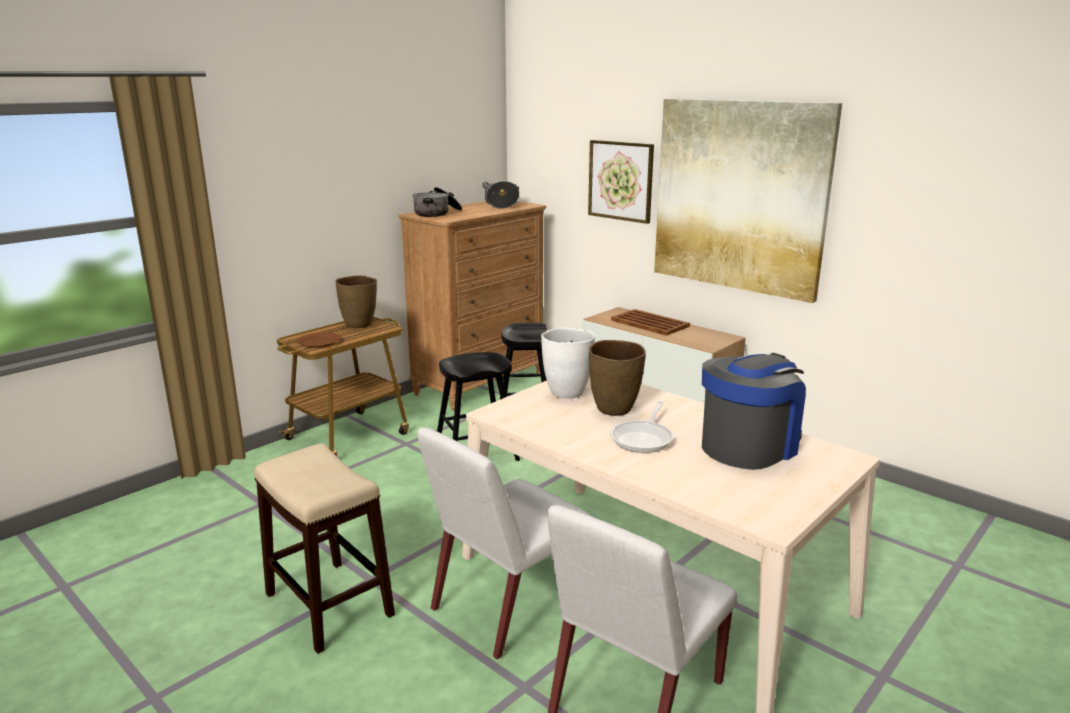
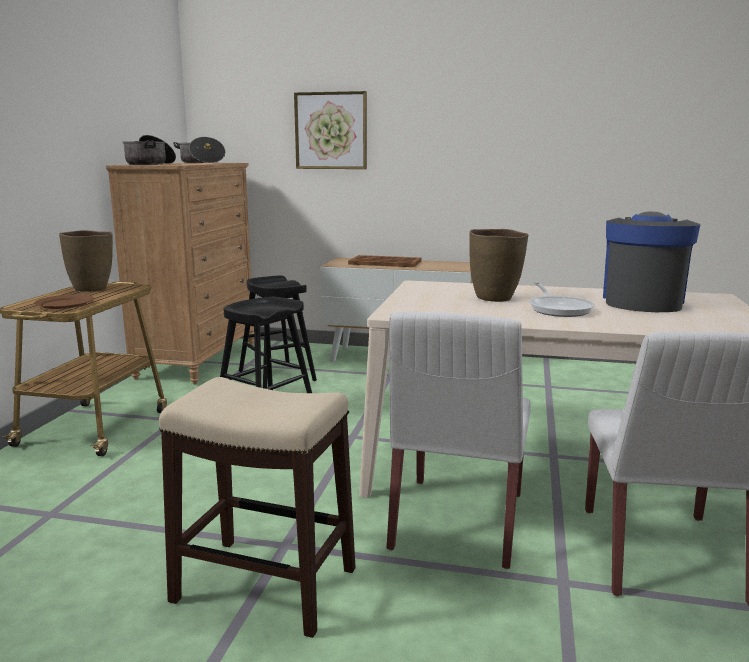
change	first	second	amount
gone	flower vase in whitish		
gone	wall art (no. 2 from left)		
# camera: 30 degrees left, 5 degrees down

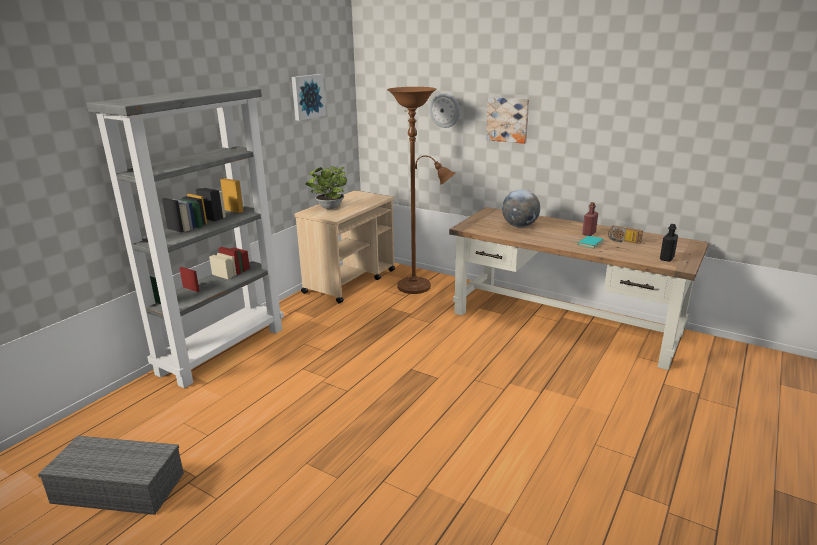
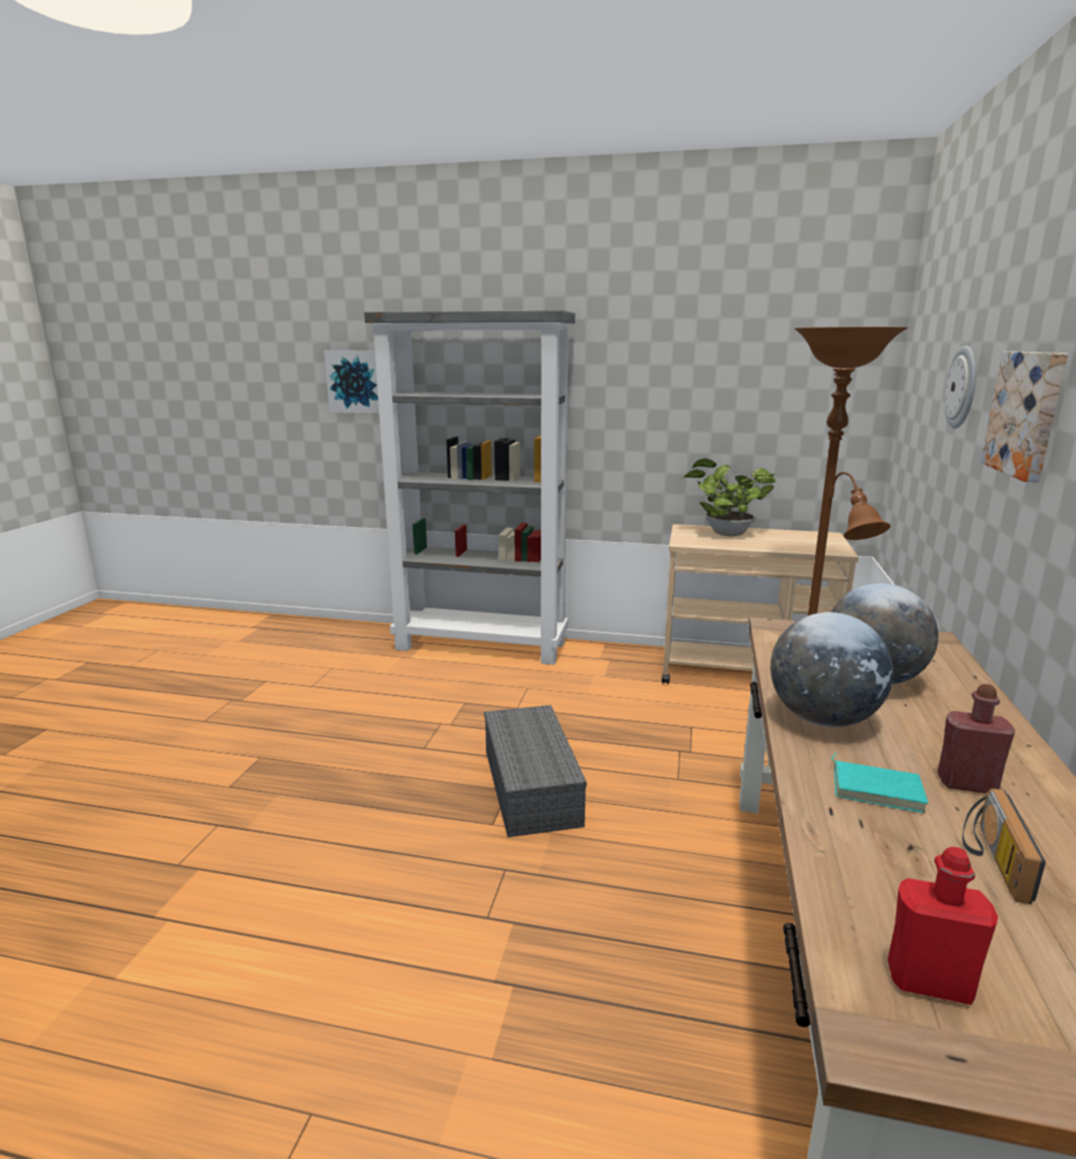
change	first	second	amount
shifted	storage container in greyish		
shifted	wall art (no. 1 from left)		
repainted	bottle in black	bottle in red (no. 1 from left)	
new		desk globe (no. 1 from left)	
# camera: 70 degrees right, 5 degrees down

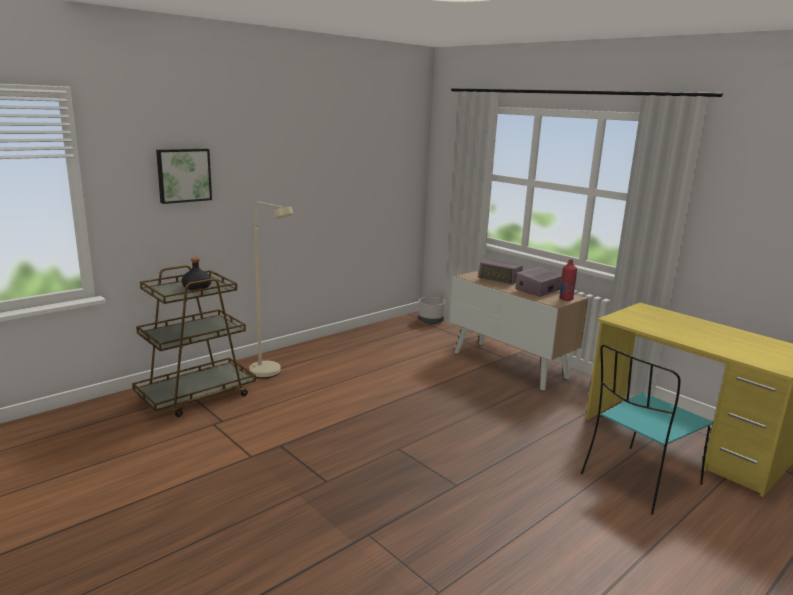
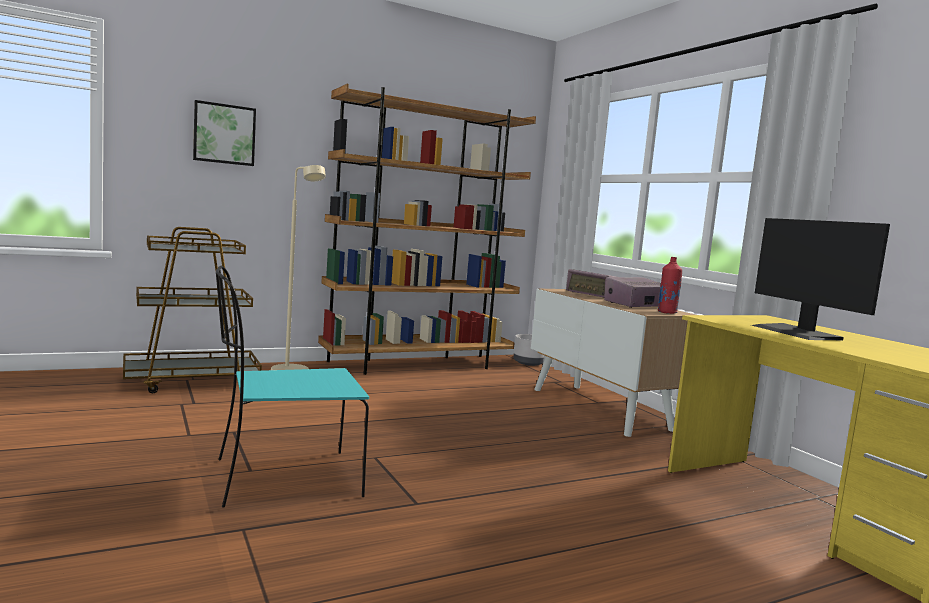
change	first	second	amount
gone	bottle in black		
shifted	chair in turquoise		
new		shelving unit in brown	
new		computer display	
# camera: 15 degrees right, 10 degrees down

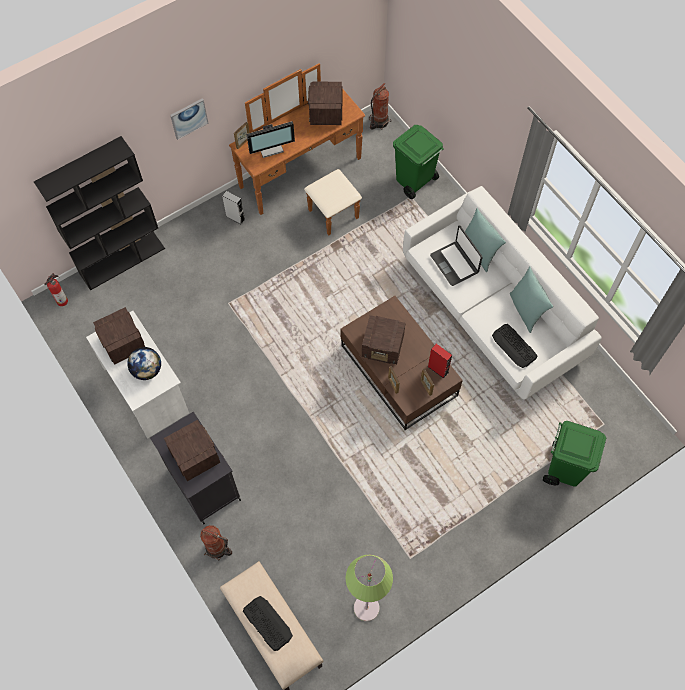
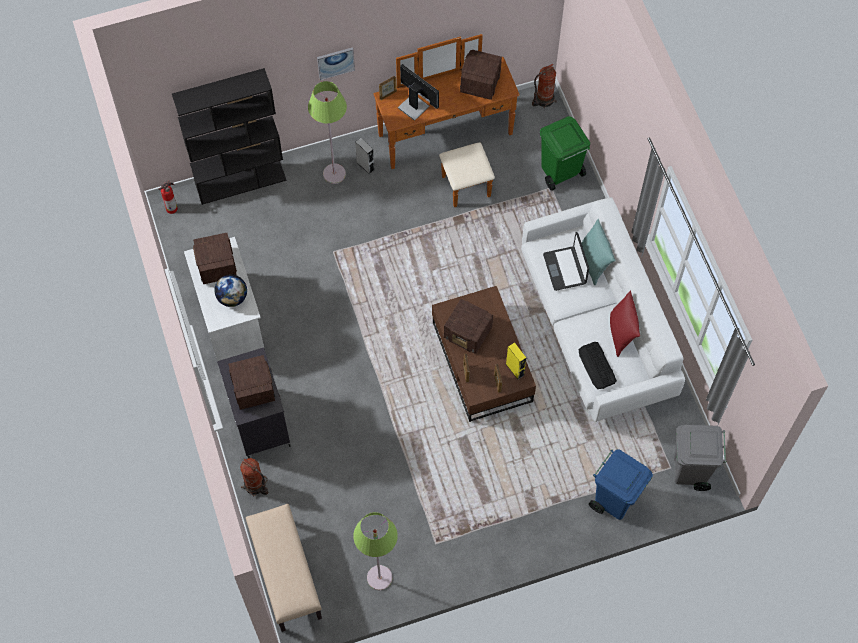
change	first	second	amount
gone	keyboard (no. 1 from left)		
rotated	computer display		135 degrees counterclockwise
repainted	speaker in red	speaker in yellow	
repainted	cushion in turquoise (no. 2 from left)	cushion in red	
repainted	rubbish bin in greenish (no. 2 from left)	rubbish bin in blue-coloured	
new		standard lamp in greenish (no. 1 from left)	
new		rubbish bin in greyish	
# camera: 15 degrees right, 0 degrees up

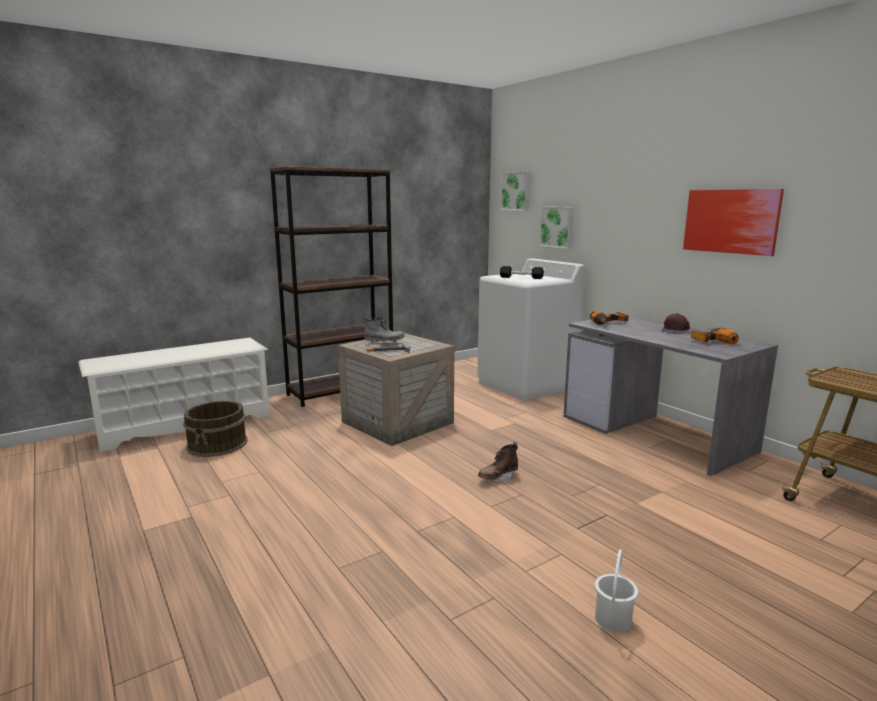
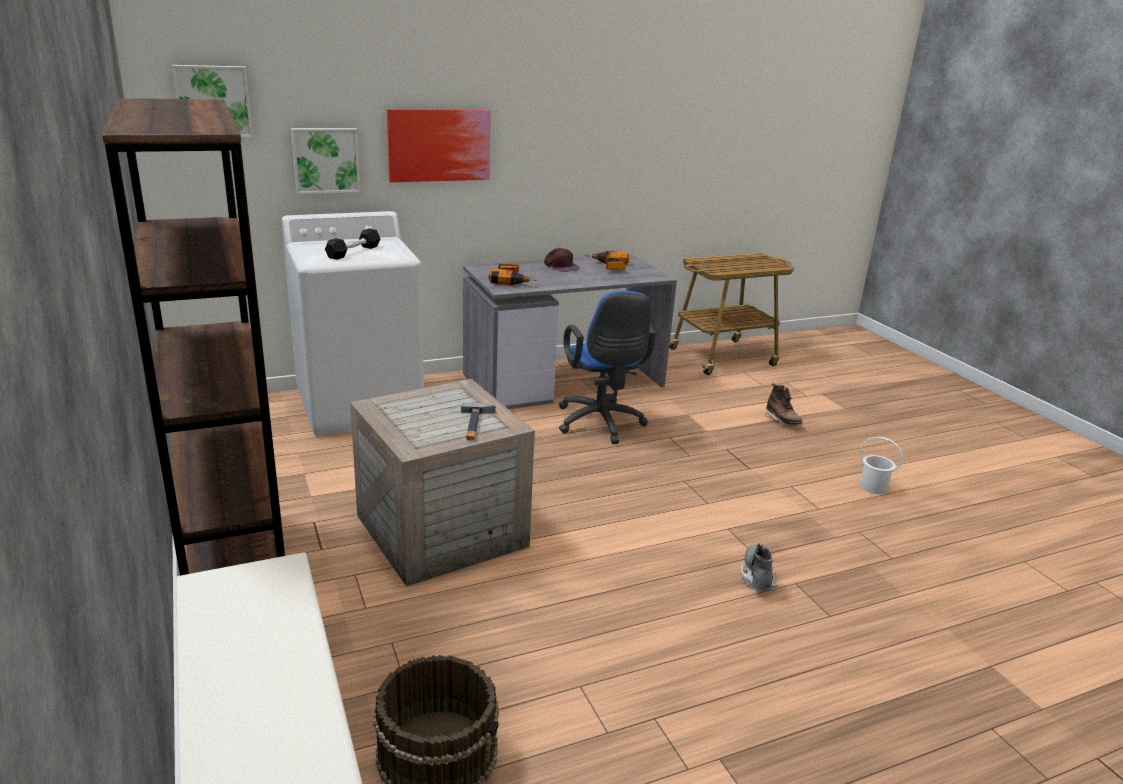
change	first	second	amount
shifted	tall boot in greyish		
shifted	tall boot in brown		
shifted	wall art (no. 3 from left)		
new		computer chair in blue-coloured	
# camera: 80 degrees left, 10 degrees up

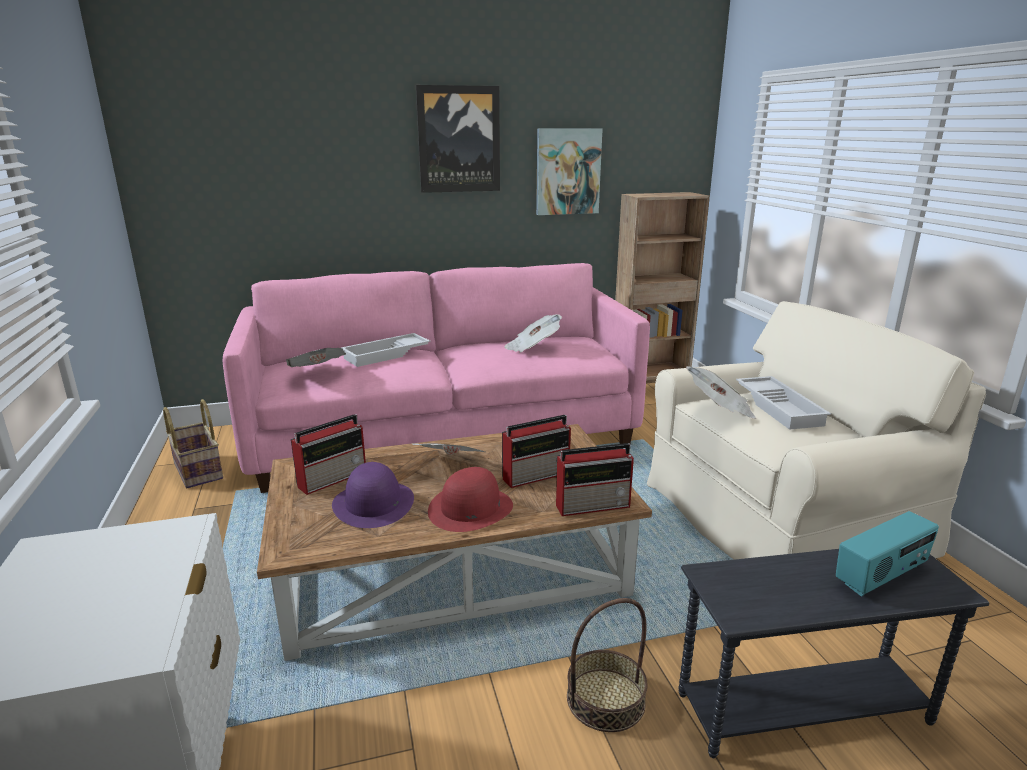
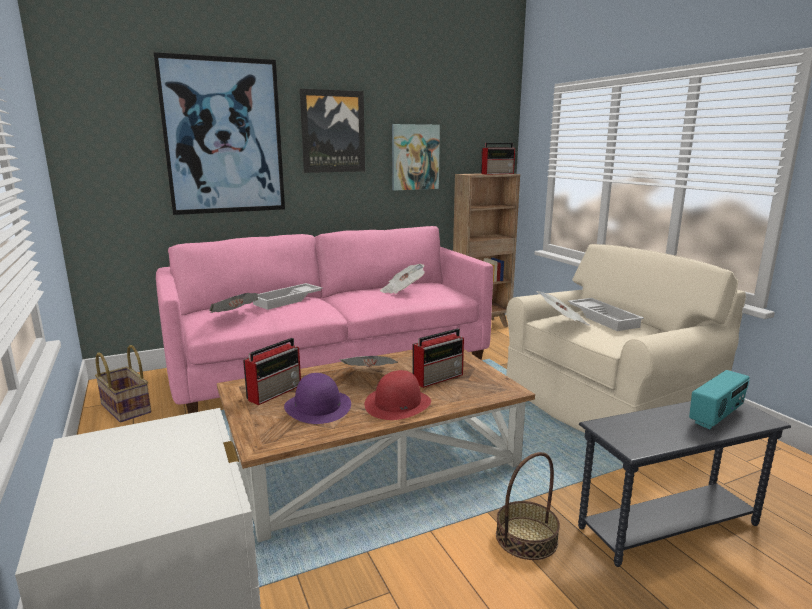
change	first	second	amount
shifted	radio (no. 3 from left)		
new		wall art (no. 1 from left)	
# camera: 10 degrees left, 5 degrees down

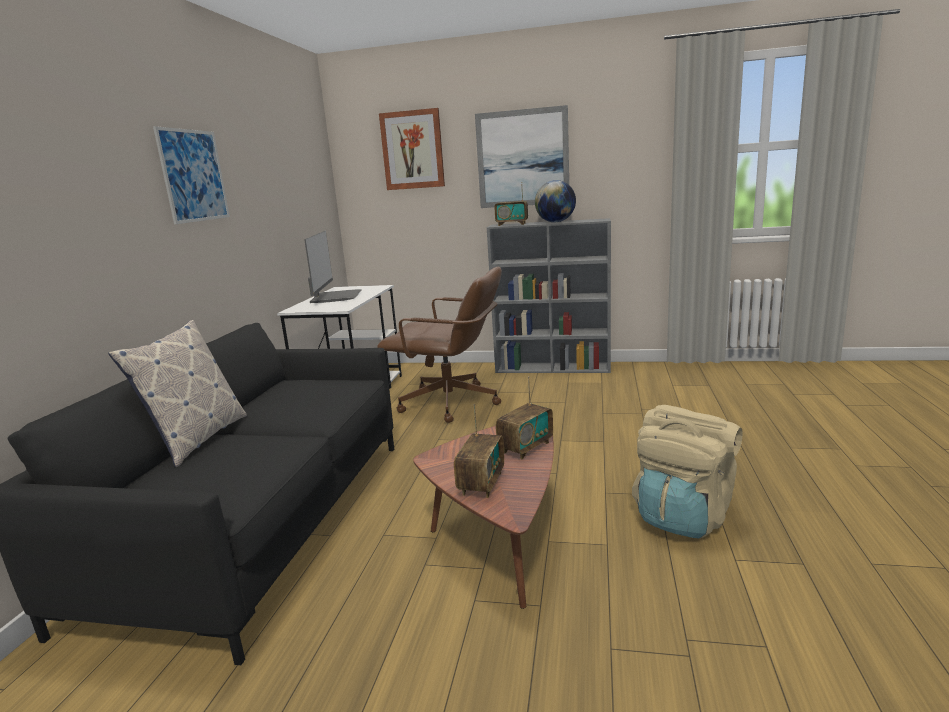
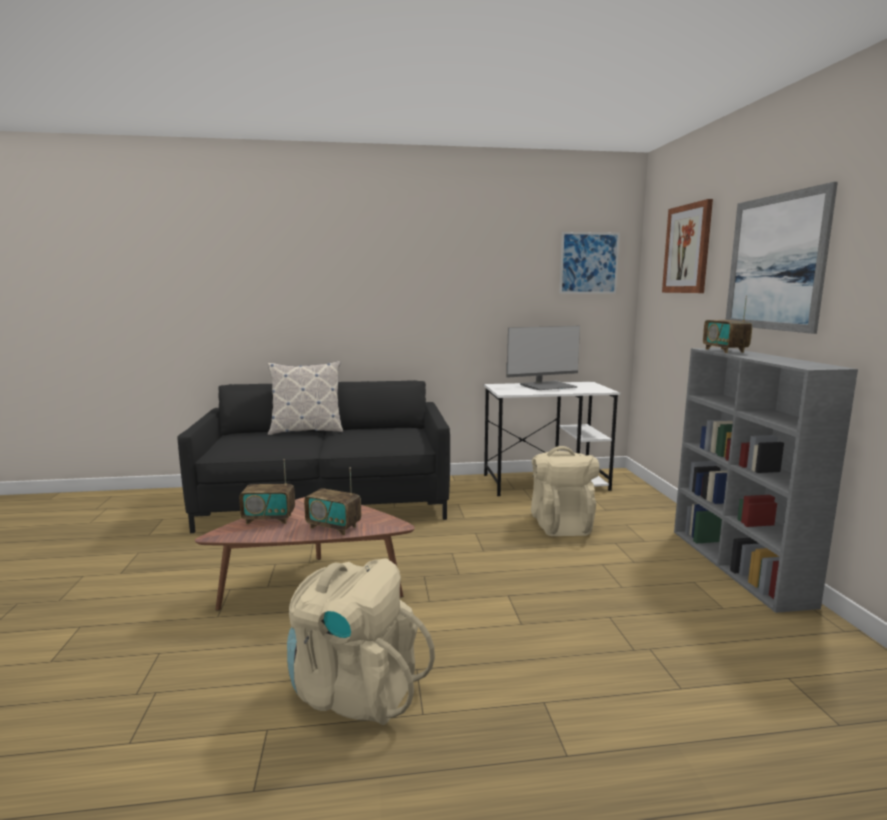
change	first	second	amount
shifted	wall art (no. 1 from left)		
swapped	computer chair in brown	backpack in sand-coloured (no. 2 from left)	
gone	desk globe		
# camera: 70 degrees right, 5 degrees down

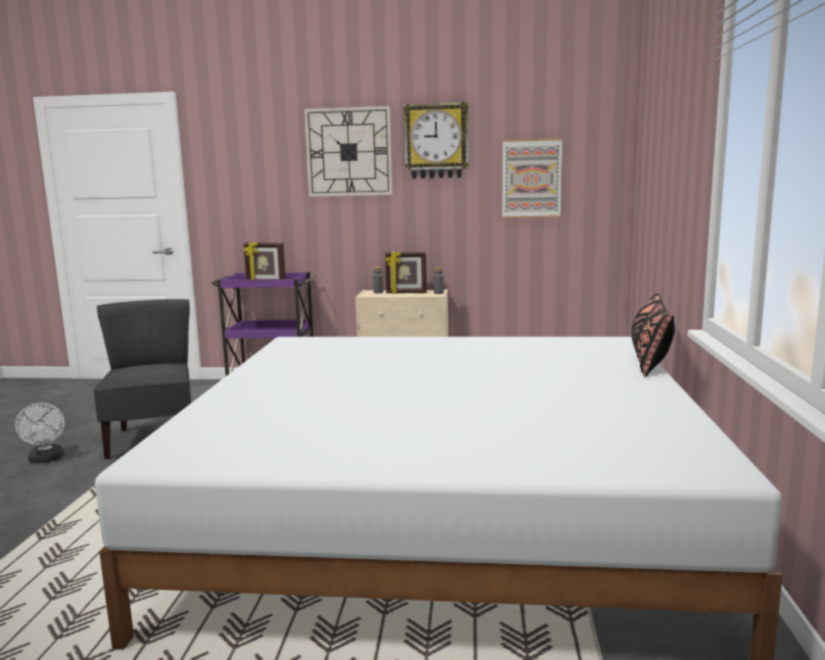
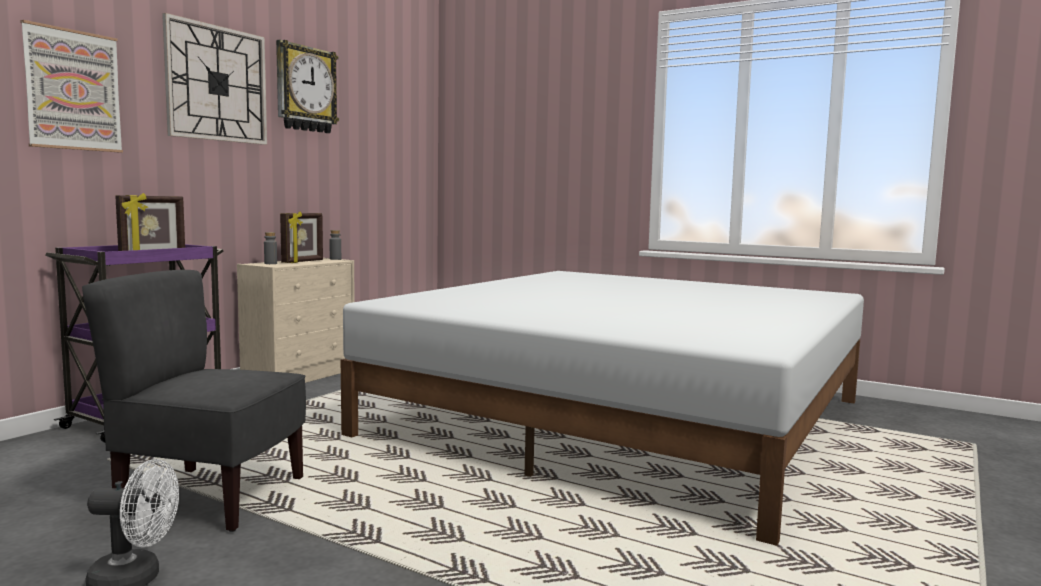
change	first	second	amount
shifted	wall art		
gone	cushion in black		
# camera: 65 degrees left, 5 degrees down

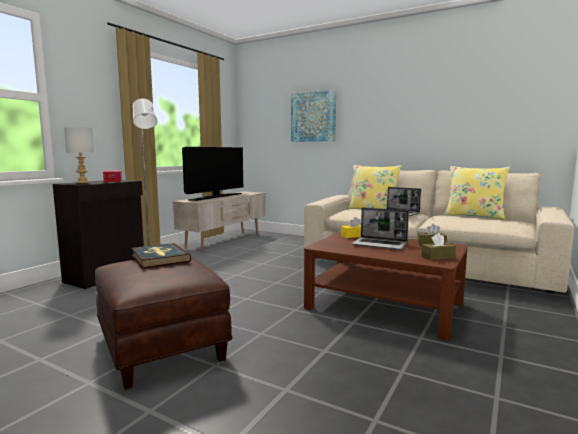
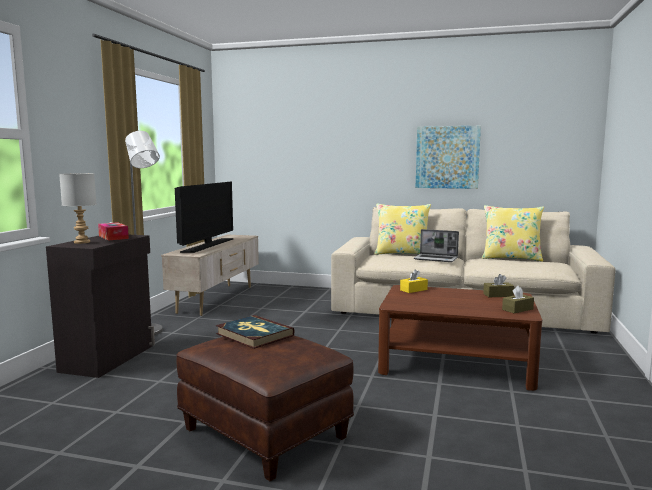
change	first	second	amount
shifted	wall art		
gone	laptop (no. 1 from left)		
# camera: 15 degrees left, 0 degrees up

